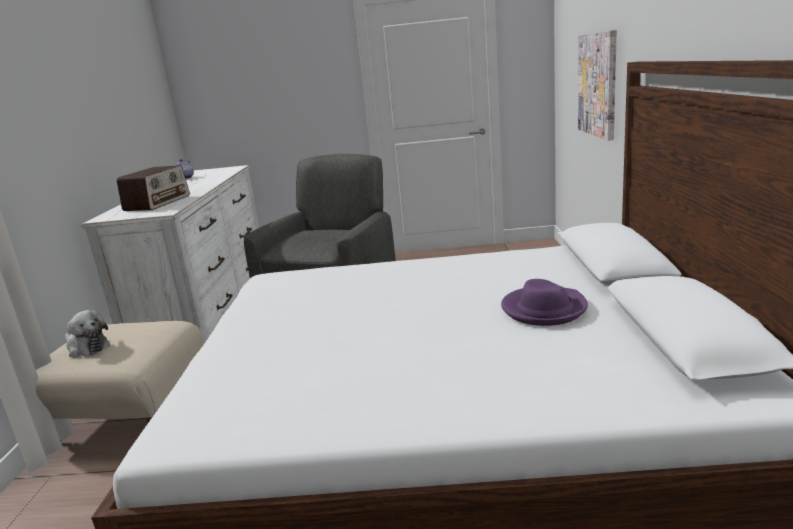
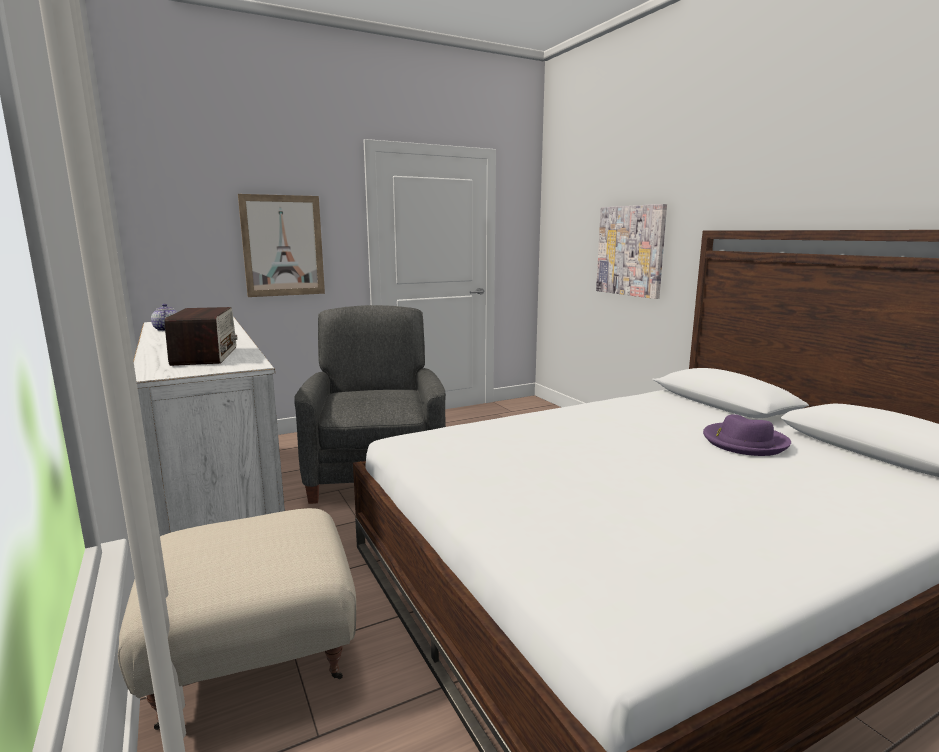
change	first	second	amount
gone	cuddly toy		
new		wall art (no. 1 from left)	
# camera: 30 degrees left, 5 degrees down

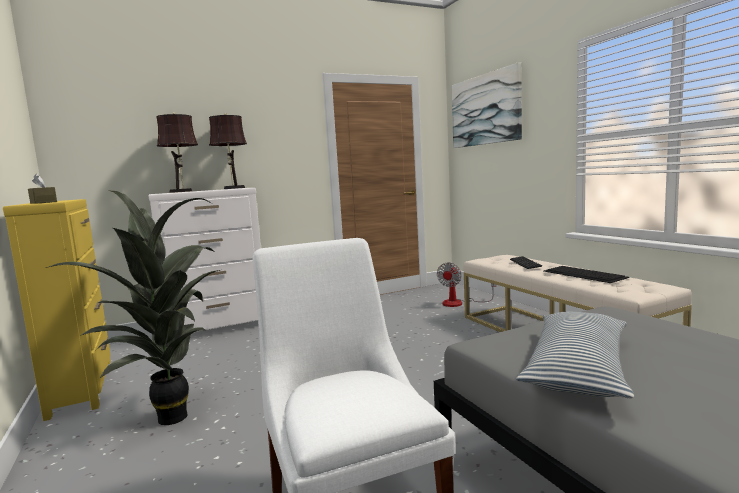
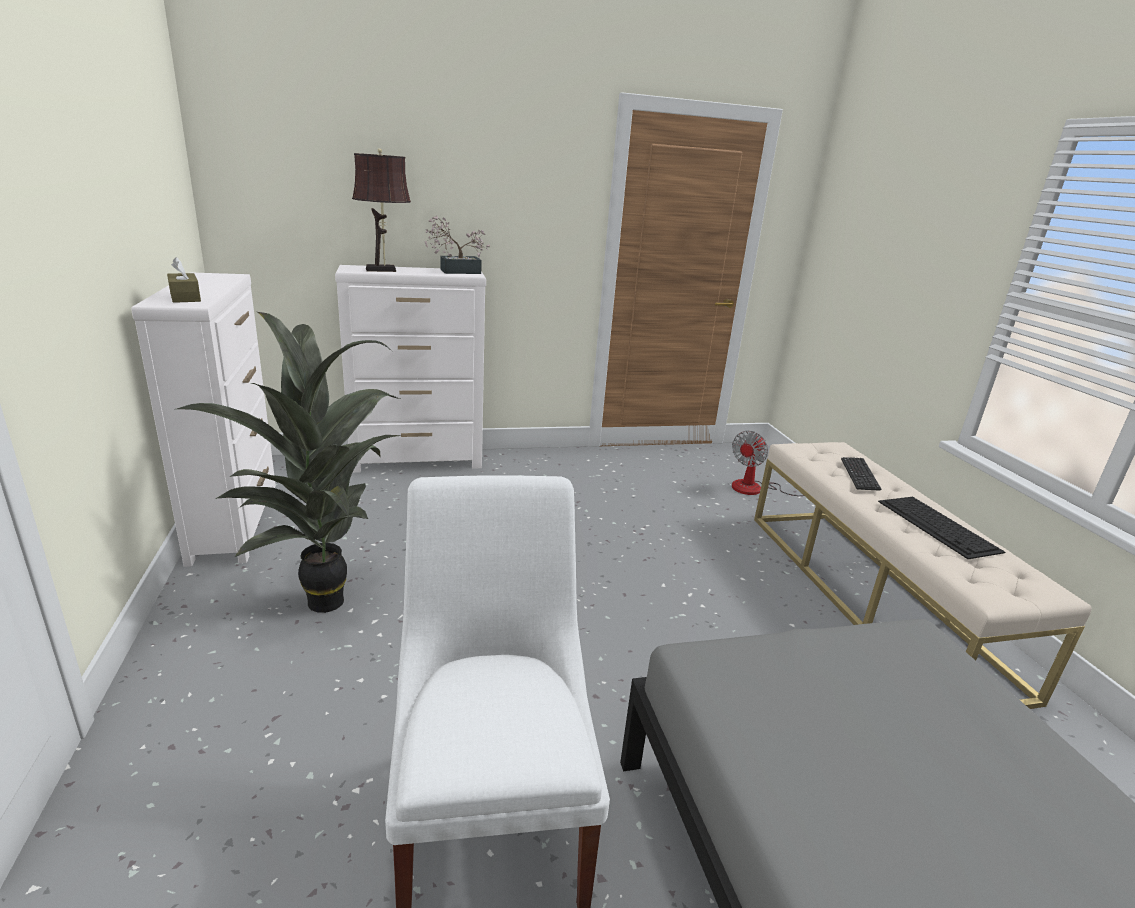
change	first	second	amount
repainted	chest of drawers in yellow	chest of drawers in whitish (no. 1 from left)	
swapped	tabletop lamp in brown (no. 2 from left)	potted plant (no. 2 from left)	
gone	wall art		
gone	cushion		
# camera: 10 degrees right, 15 degrees up

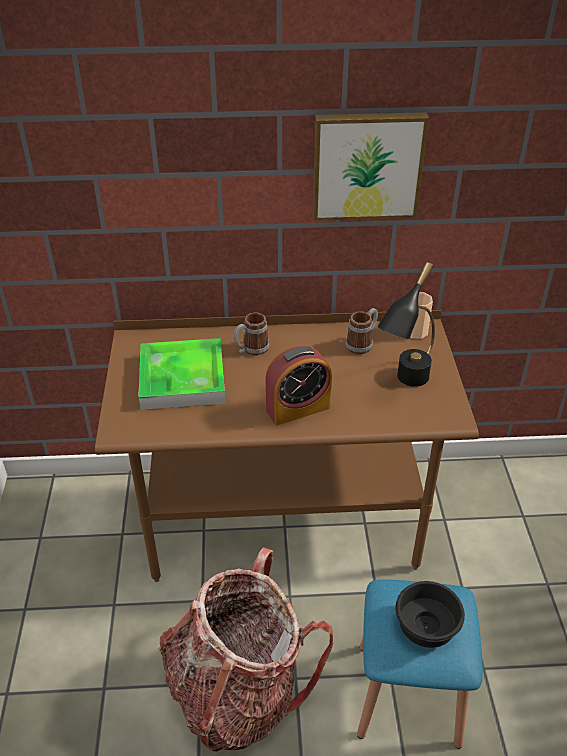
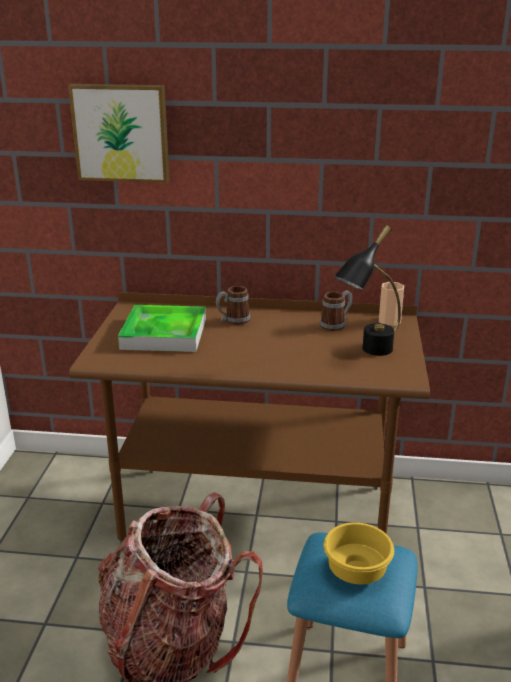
change	first	second	amount
gone	table clock		
shifted	wall art		
repainted	bowl in black	bowl in yellow	
# camera: 10 degrees right, 15 degrees down

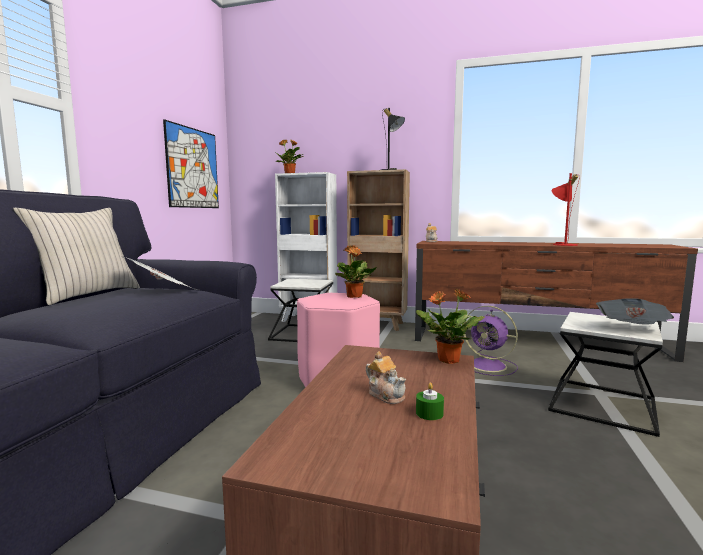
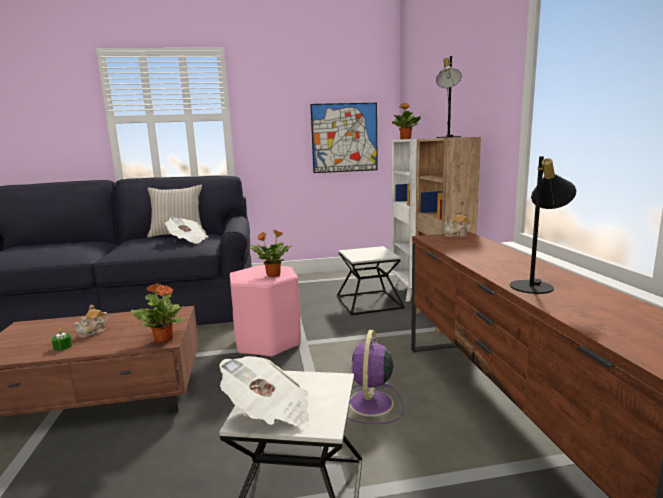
change	first	second	amount
repainted	tabletop lamp in red	tabletop lamp in black (no. 2 from left)	
# camera: 65 degrees right, 5 degrees up

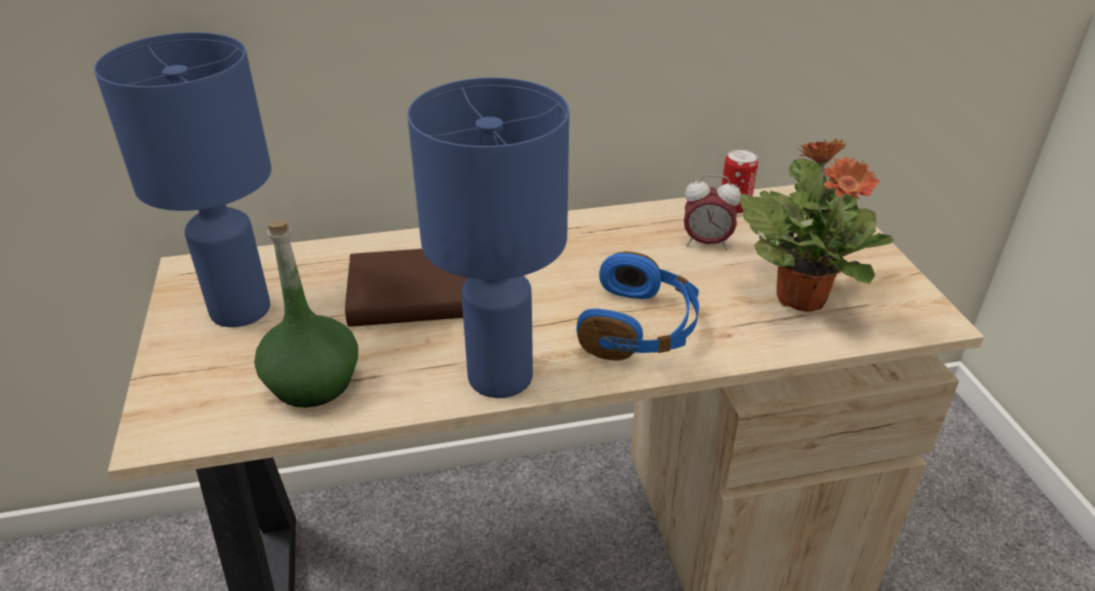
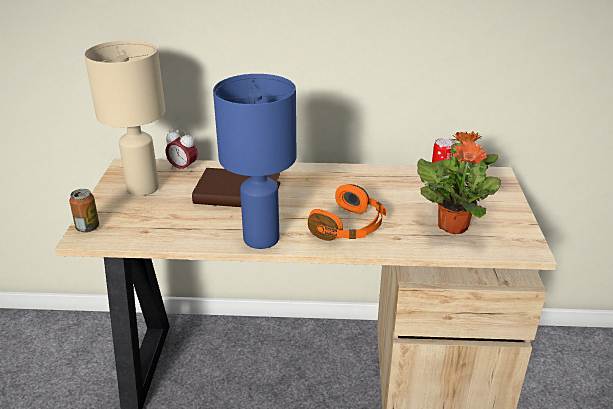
change	first	second	amount
repainted	tabletop lamp in blue-coloured (no. 1 from left)	tabletop lamp in sand-coloured	
gone	bottle in greenish		
repainted	headset in blue-coloured	headset in orangey	
shifted	table clock		
new		sealed can (no. 1 from left)	
# camera: 15 degrees right, 5 degrees down

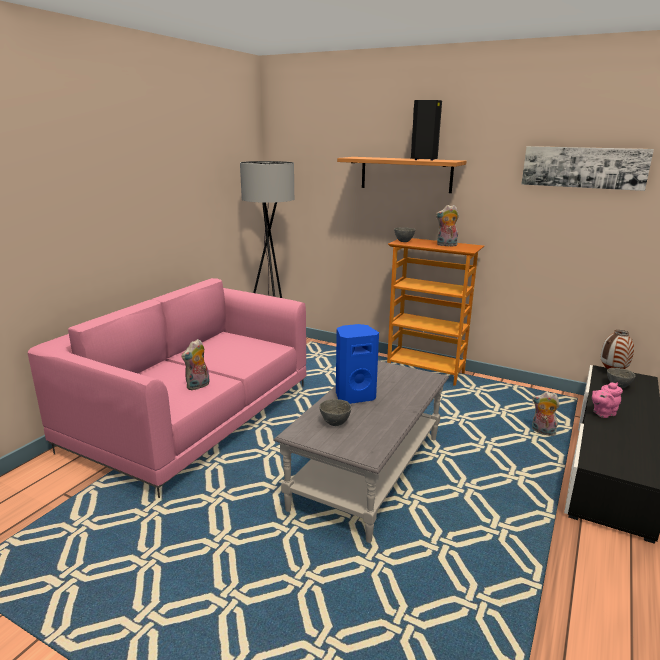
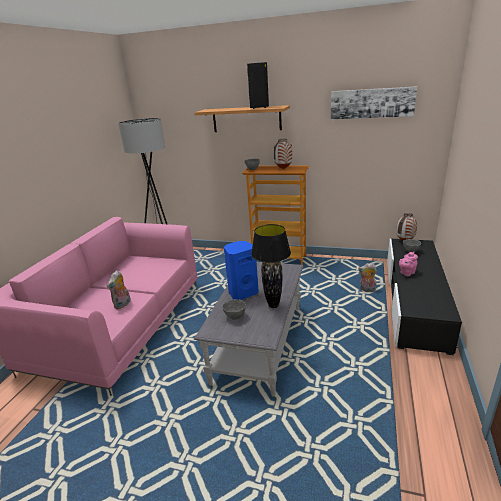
change	first	second	amount
swapped	cuddly toy (no. 2 from left)	flower vase (no. 1 from left)	
new		tabletop lamp in black	
# camera: 10 degrees left, 5 degrees up

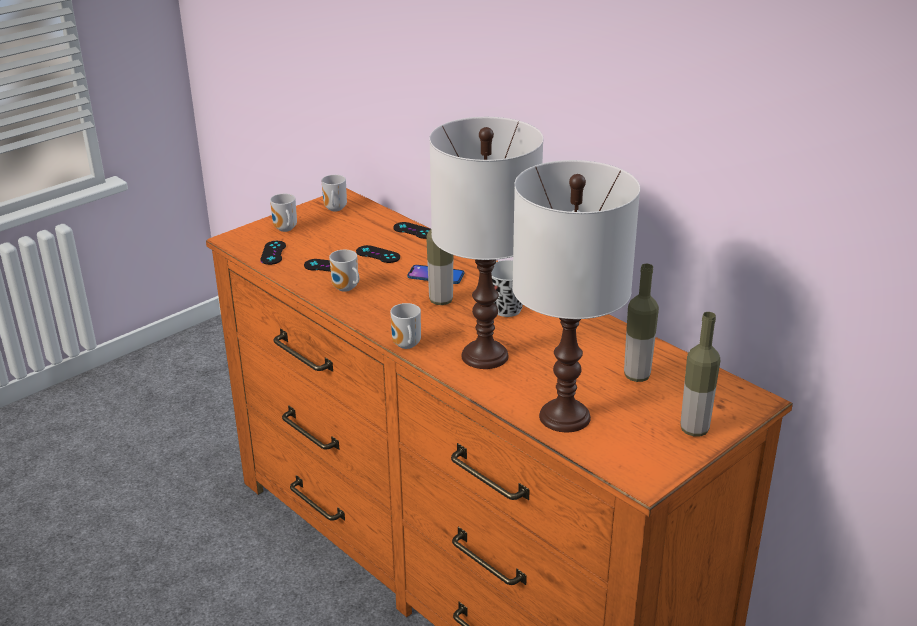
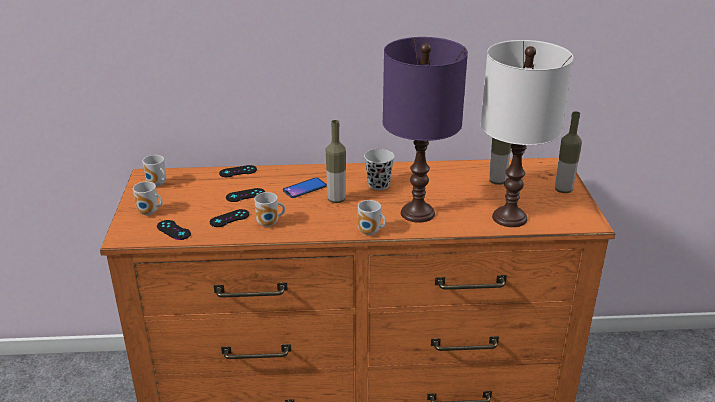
change	first	second	amount
repainted	tabletop lamp in whitish (no. 1 from left)	tabletop lamp in purple-coloured	
# camera: 50 degrees left, 0 degrees up

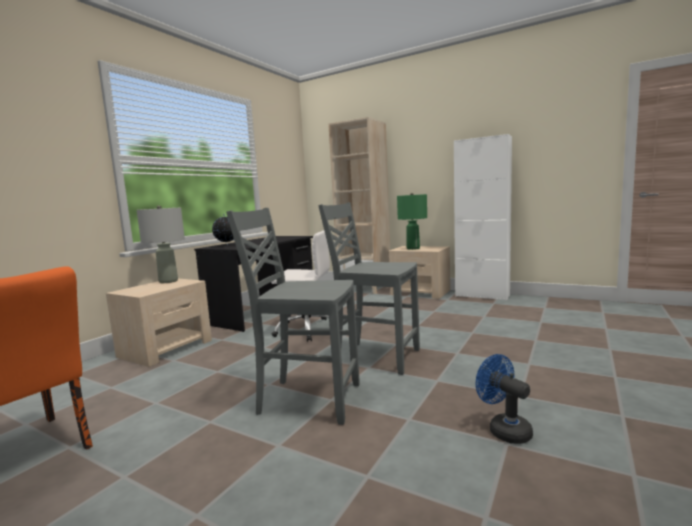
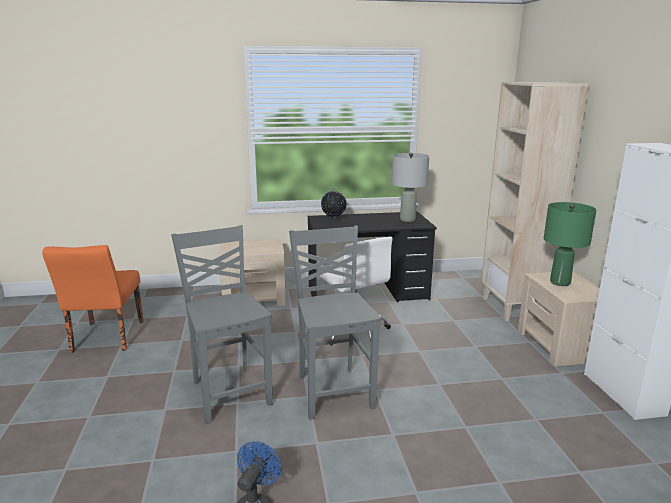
change	first	second	amount
shifted	tabletop lamp in greyish		
# camera: 50 degrees right, 10 degrees up

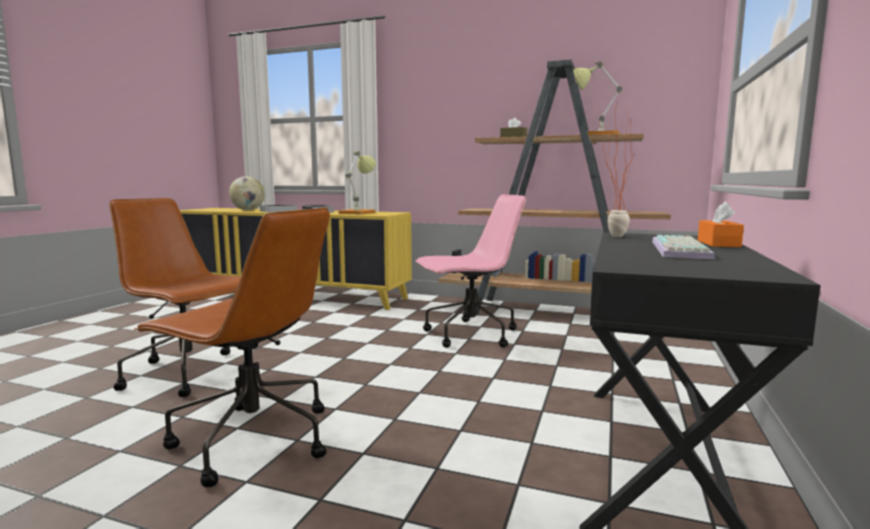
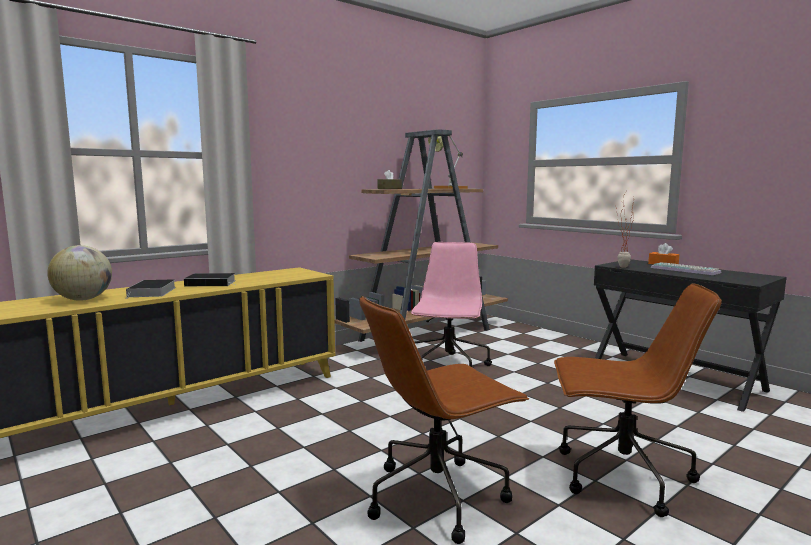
change	first	second	amount
rotated	computer chair in brown (no. 2 from left)		45 degrees clockwise
gone	tabletop lamp (no. 1 from left)		
# camera: 60 degrees left, 0 degrees up

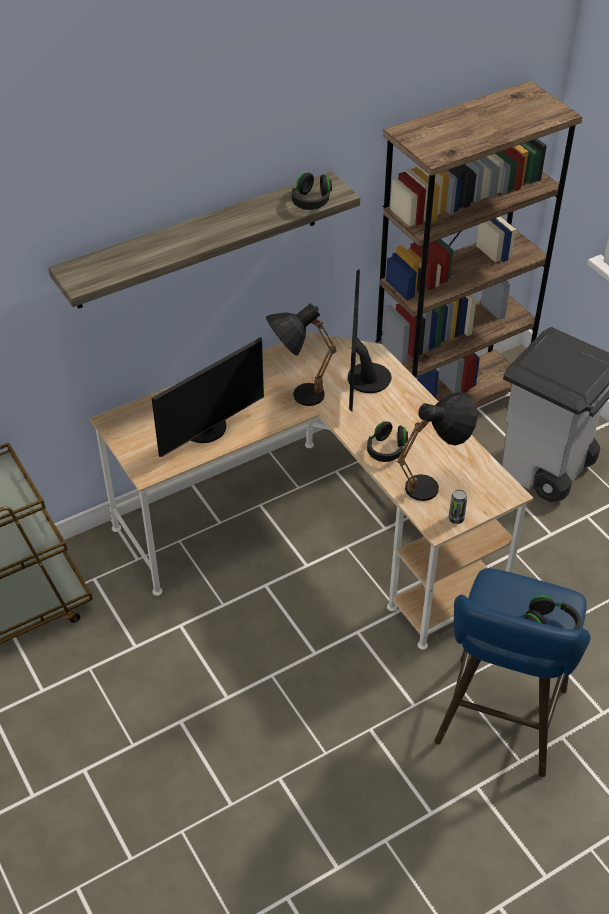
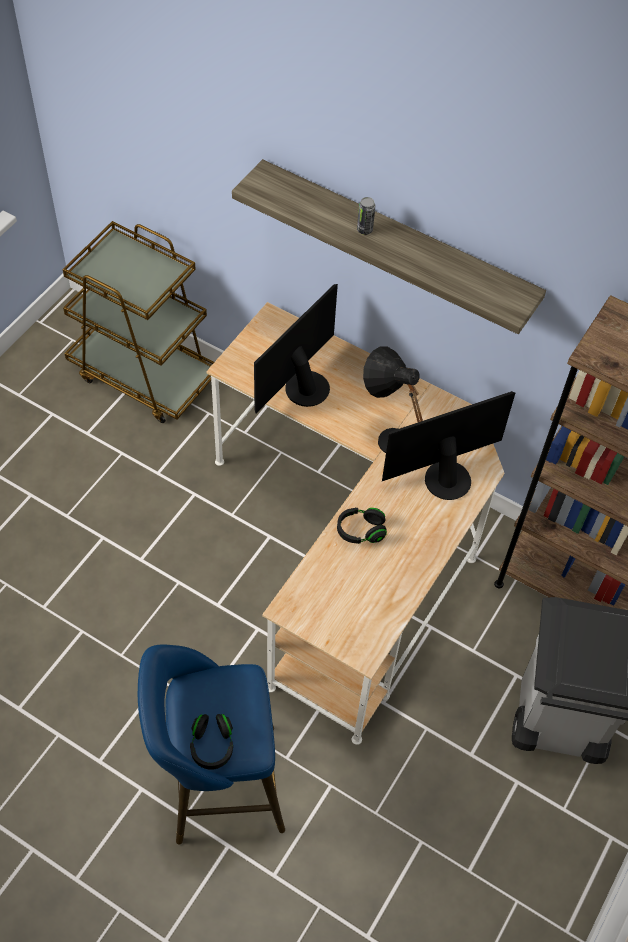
change	first	second	amount
rotated	computer display (no. 1 from left)		105 degrees clockwise
gone	headset in black (no. 1 from left)		
gone	tabletop lamp in black (no. 2 from left)		
shifted	sealed can		
# camera: 60 degrees right, 10 degrees up

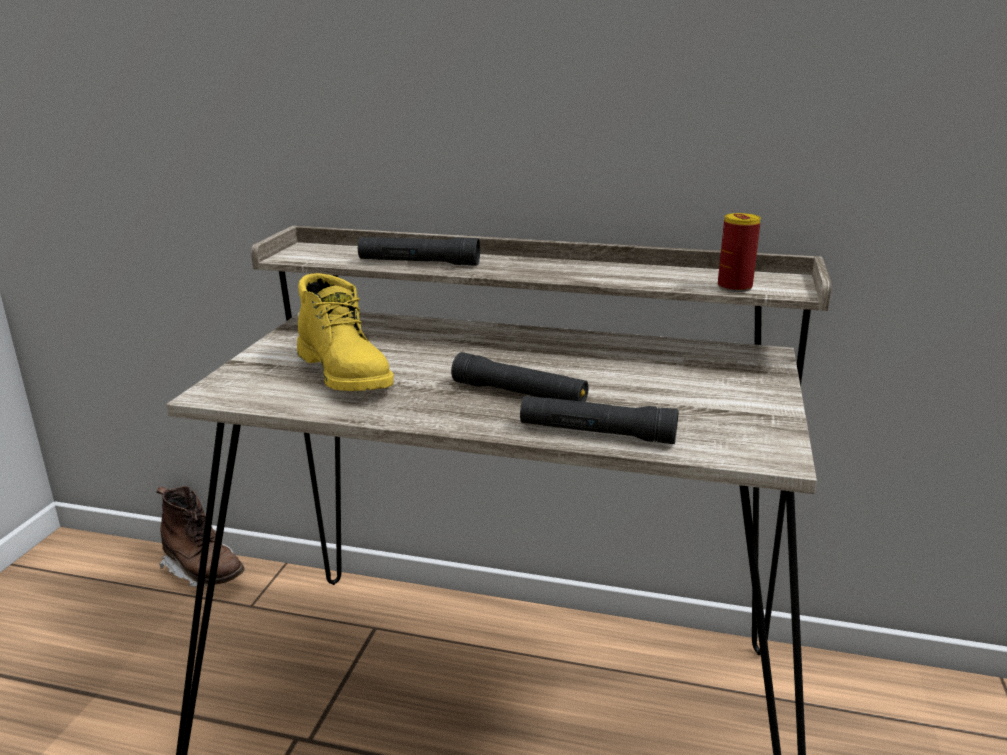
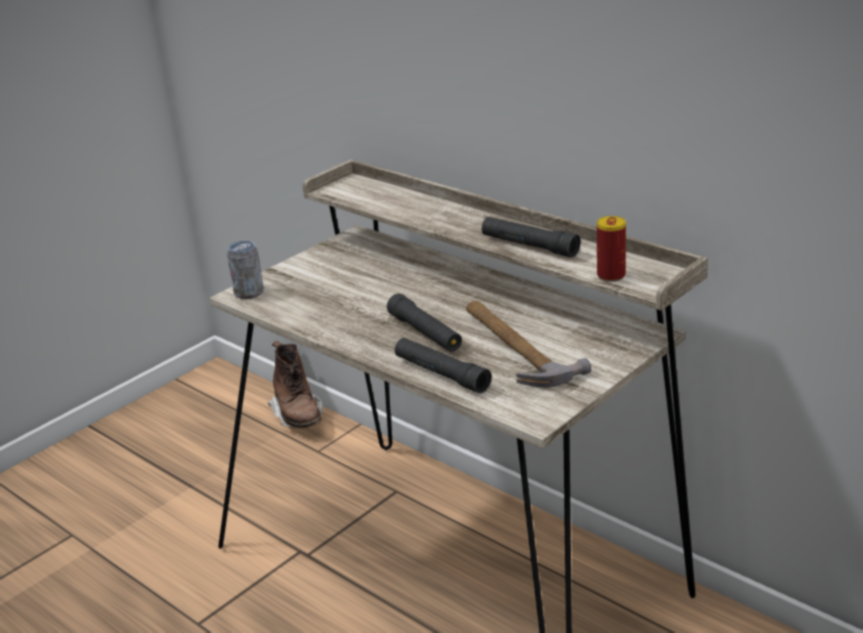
change	first	second	amount
gone	tall boot in yellow		
shifted	torch in black (no. 1 from left in the first image)	torch in black (no. 3 from left)	
new		sealed can (no. 1 from left)	
new		tool hammer	
# camera: 30 degrees right, 5 degrees up

